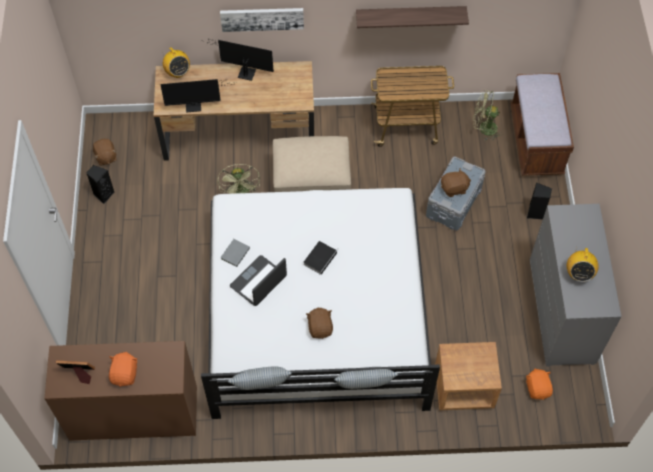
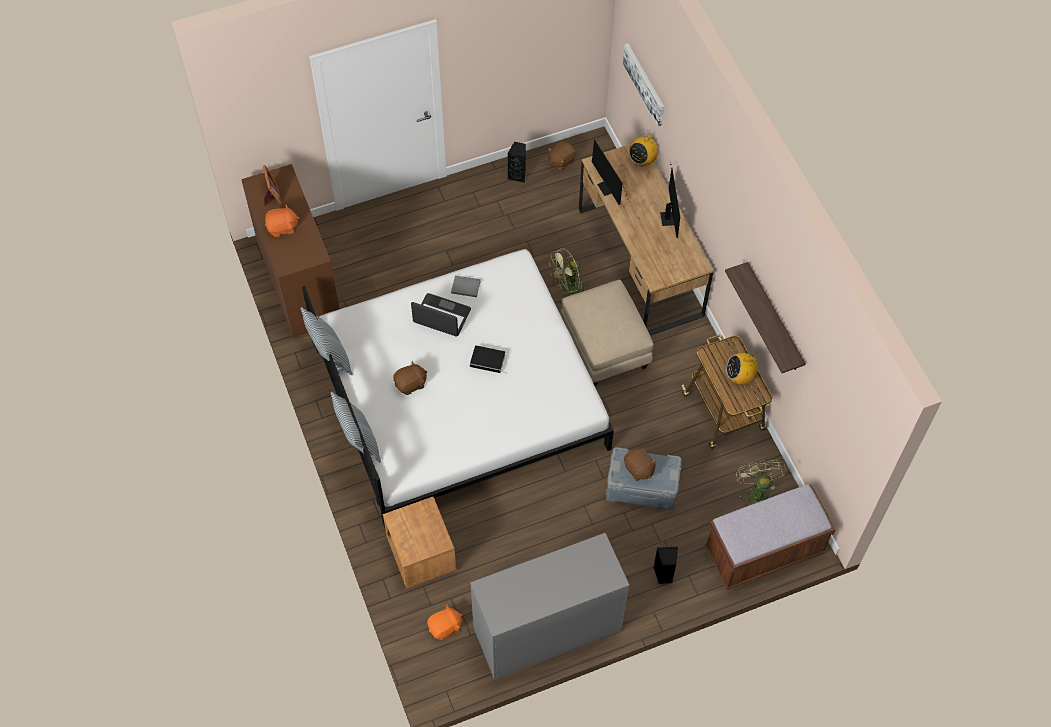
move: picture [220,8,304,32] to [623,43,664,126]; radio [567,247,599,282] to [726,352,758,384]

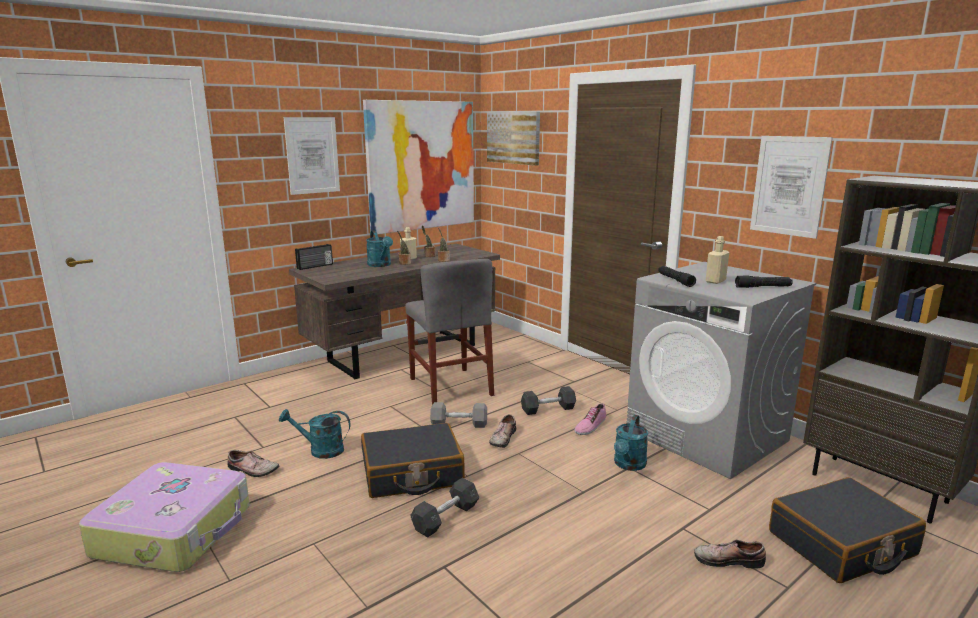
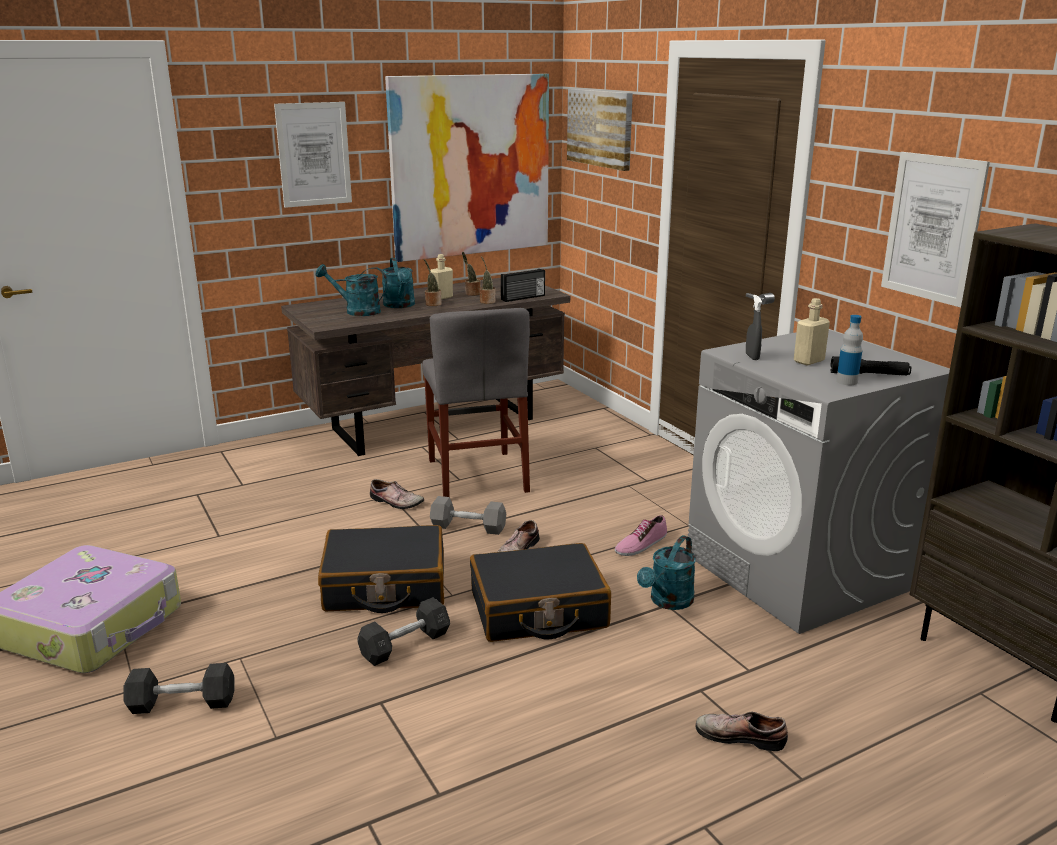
insert: bottle [836,315,863,385]
move: shoe [228,450,279,477] to [370,479,424,509]; turquoise_watering_can [279,409,350,459] to [315,264,387,316]; radio [295,244,333,270] to [501,269,545,302]; grey_dumbbell [521,386,576,415] to [124,663,235,714]; black_suitcase [769,477,926,583] to [470,543,611,642]
replace: black_flashlight [658,266,696,287] to grey_spray_bottle [746,295,762,360]

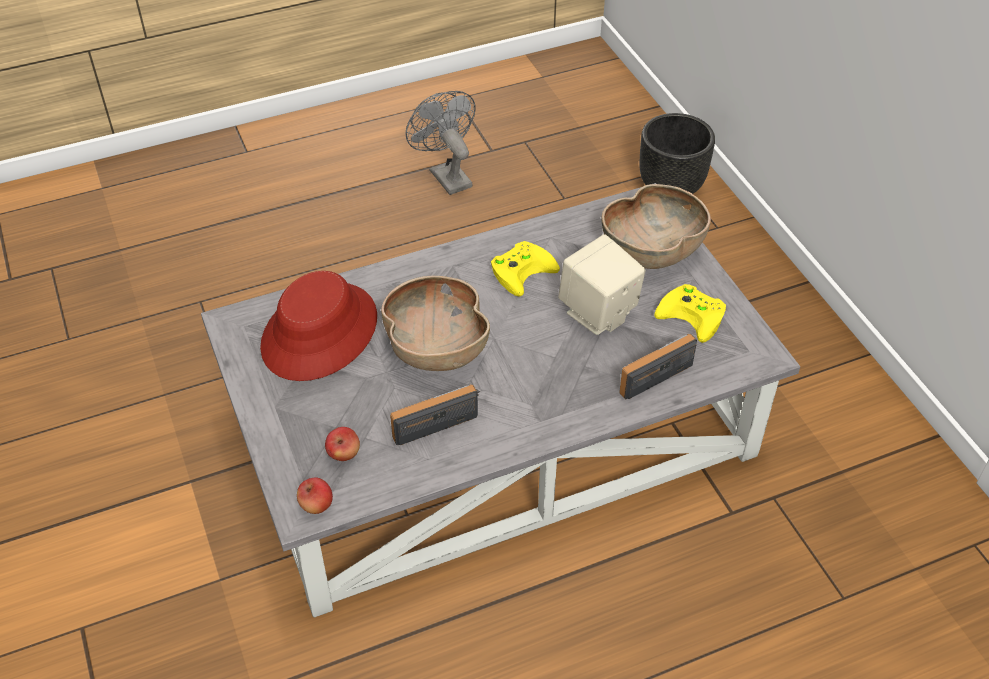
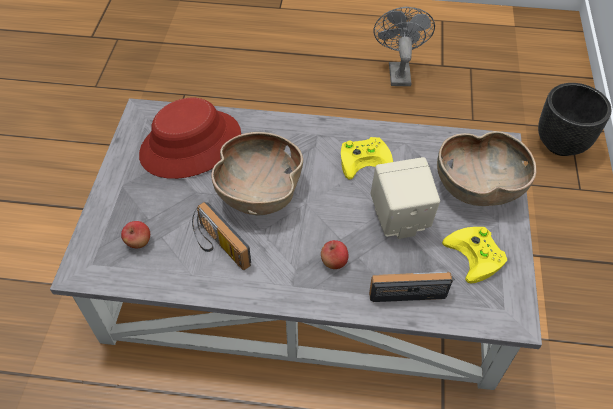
move: apple [297,477,333,514] to [321,240,349,269]
rotate: radio [390,384,480,445] = [192,202,251,270] 135 degrees counterclockwise

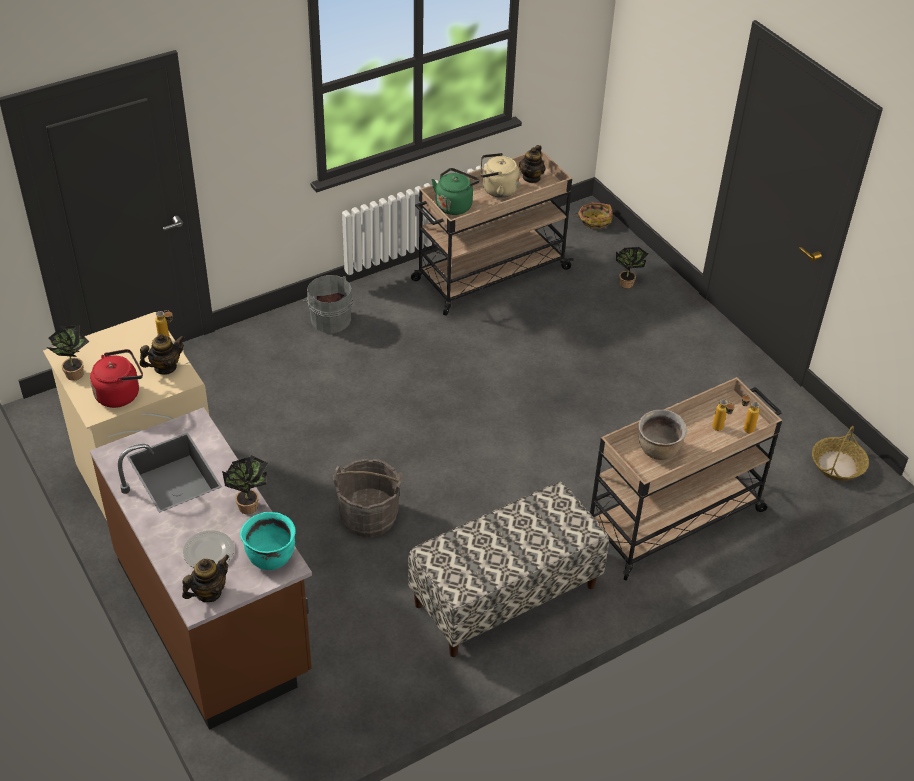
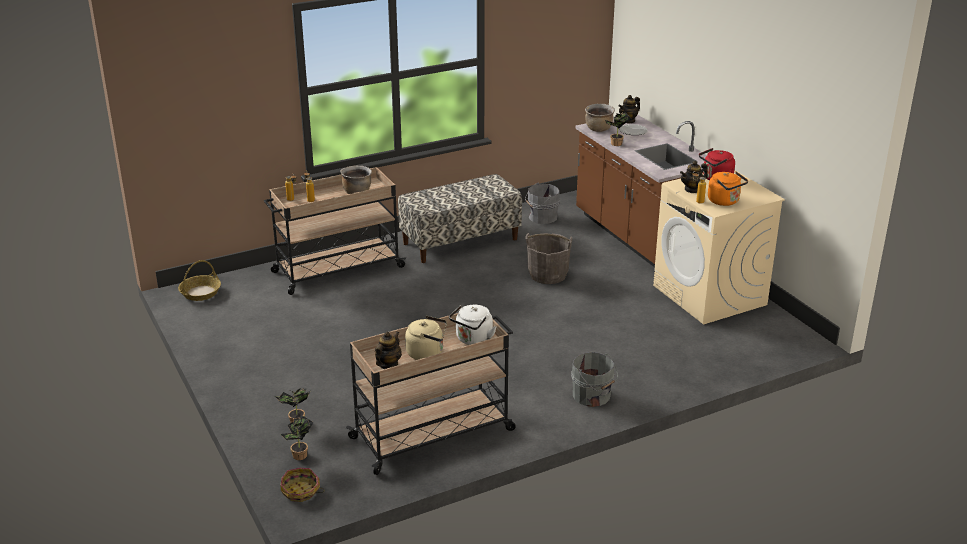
insert: grey_bucket [525,183,560,224]; orange_kettle [708,172,748,206]
move: potted_plant [47,326,89,381] to [281,416,314,460]
recolor: turquoise_cooking_pot [240,512,296,570] to brown_cooking_pot [585,104,615,132]; green_kettle [432,168,480,215] to white_kettle [449,305,496,345]

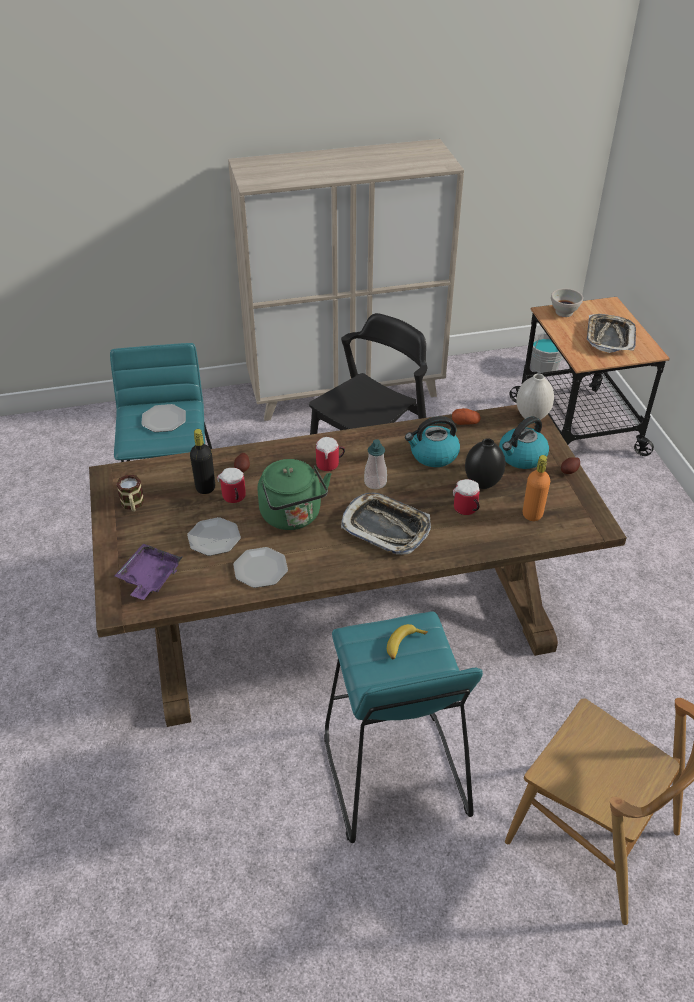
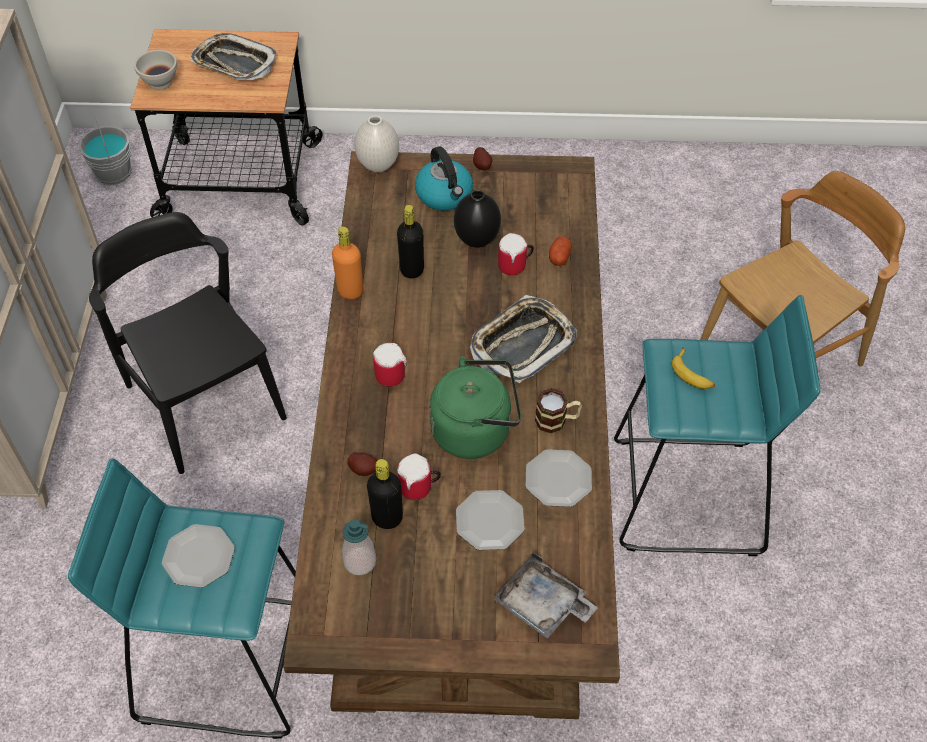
move: mug [116,475,144,512] to [535,388,582,433]; soap_dispenser [364,439,387,489] to [342,519,376,575]; potato [452,408,481,425] to [549,236,572,266]; orange_bottle [523,455,550,521] to [332,226,363,299]
replace: kettle [405,416,460,467] to black_bottle [397,205,424,279]
recolor: purple_tray [115,544,183,600] to grey_tray [493,552,598,639]

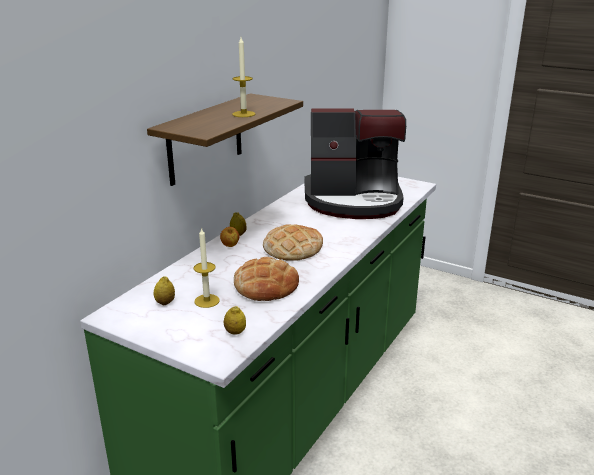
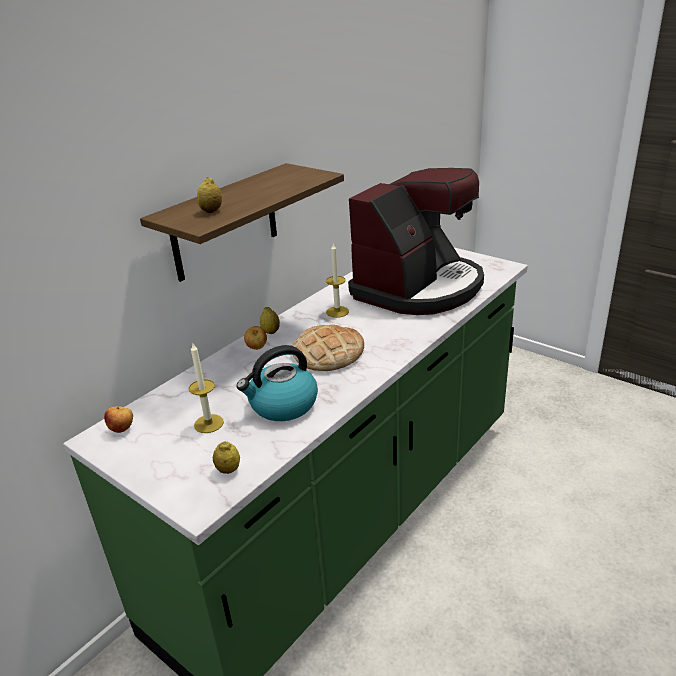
insert: apple [104,406,133,433]
move: lemon [154,276,175,305] to [197,177,222,213]; candle [232,37,255,117] to [326,244,349,318]
replace: bread [234,257,299,301] to kettle [237,345,318,421]
rotate: coffee_machine [304,109,406,219] = [348,168,484,315] 60 degrees counterclockwise

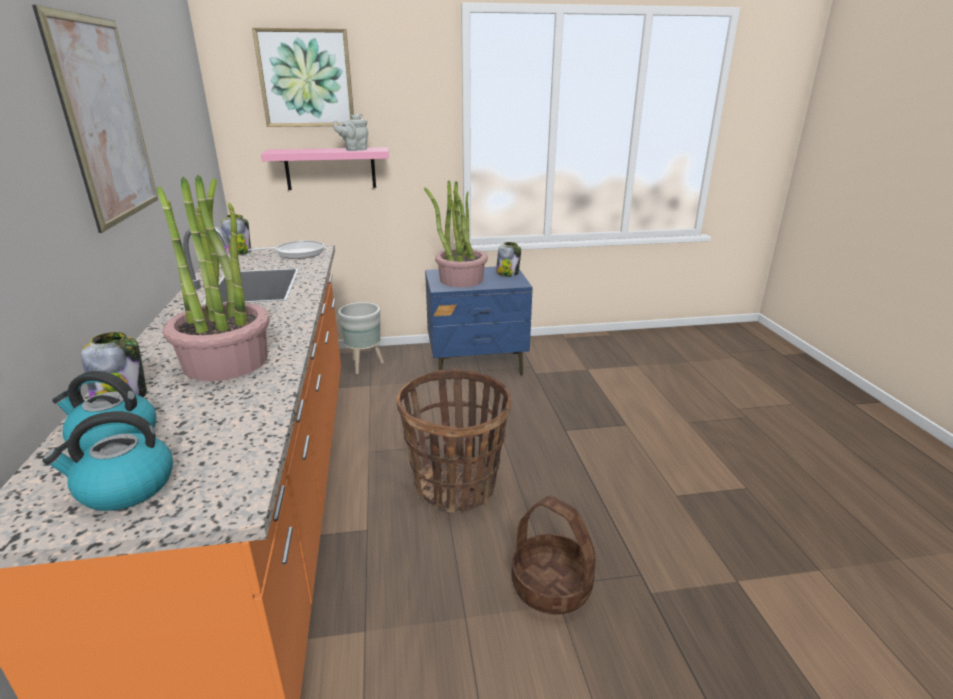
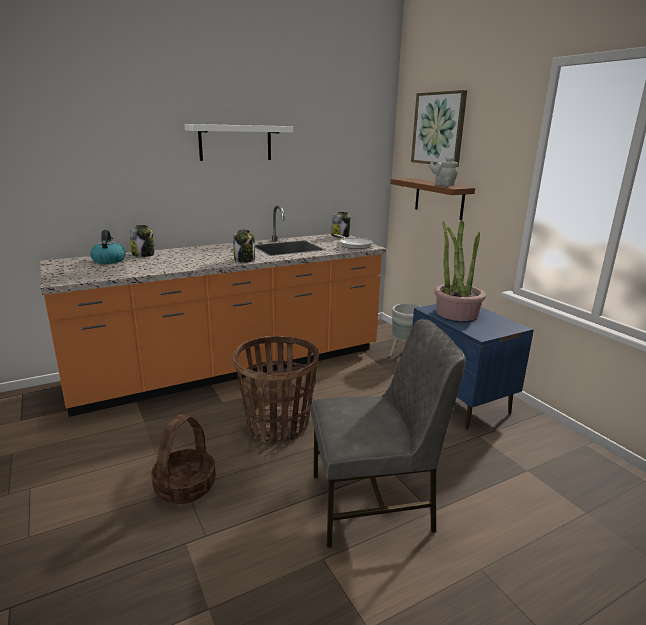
delete: kettle [42,411,173,511]; potted_plant [157,175,270,381]
insert: grey_chair [311,319,466,548]
move: jar [496,242,521,276] to [233,229,255,263]
replace: picture [32,5,158,233] to white_shelf [184,124,293,161]
recolor: pink_shelf [261,147,389,190] to brown_shelf [390,178,475,220]

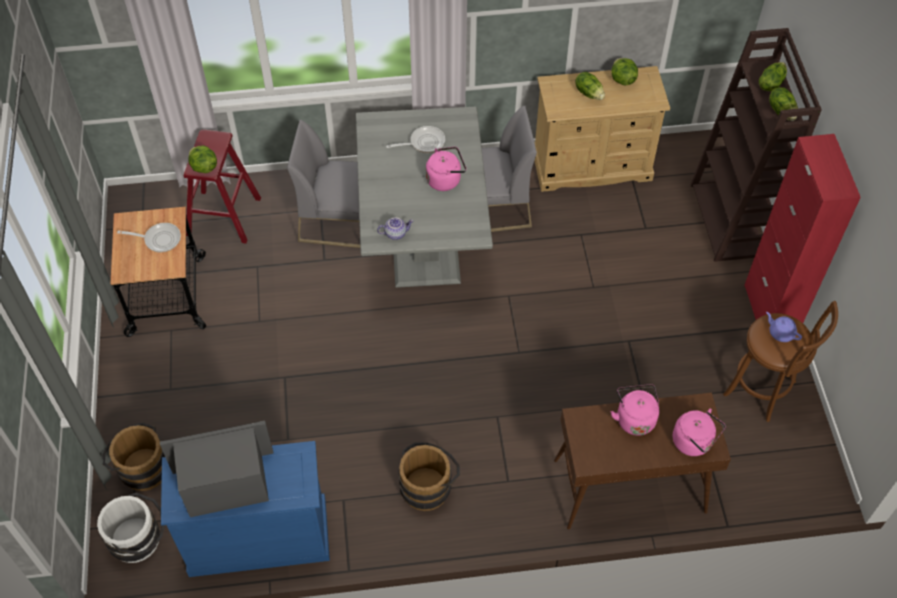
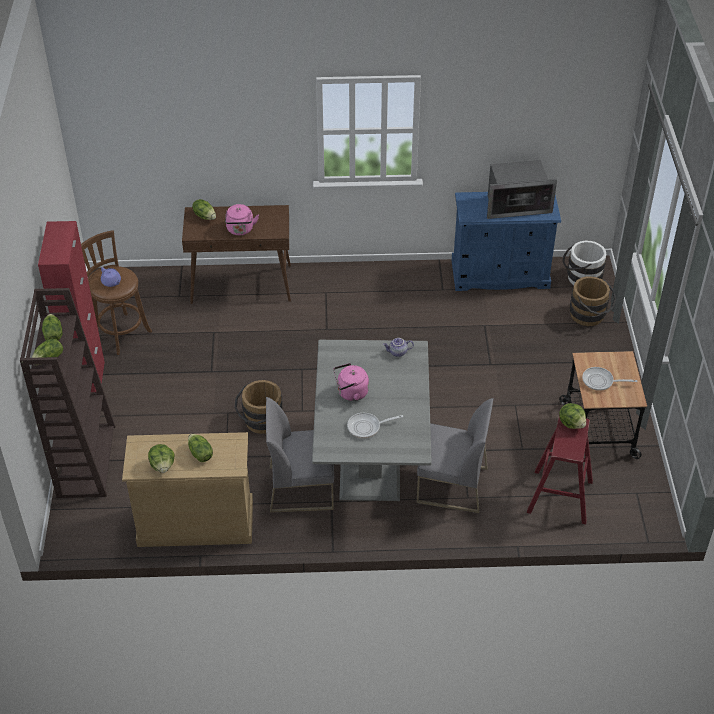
move: brown_bucket [398,442,460,511] to [234,380,283,434]
replace: pink_kettle [673,408,726,456] to lettuce [192,199,216,220]

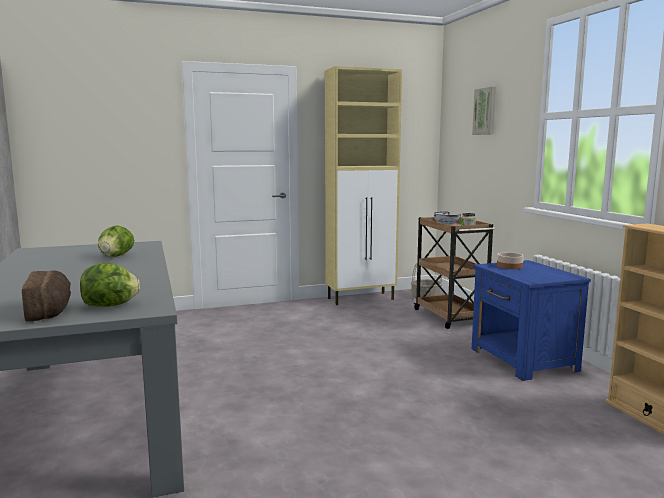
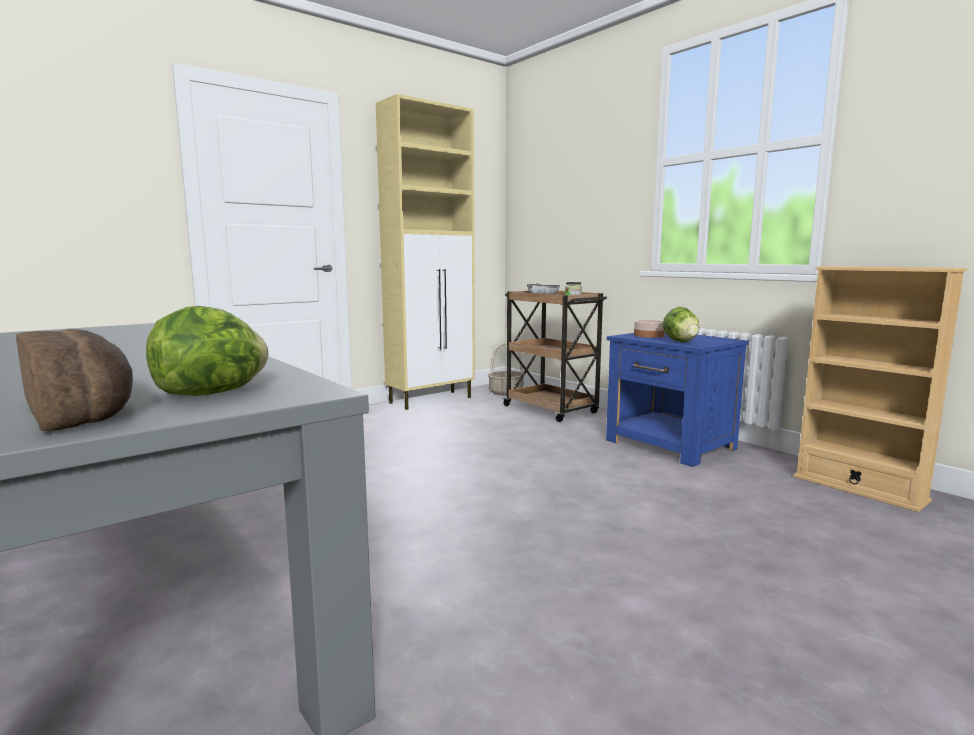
delete: picture [472,87,496,135]
move: lettuce [98,225,134,257] to [663,307,699,342]

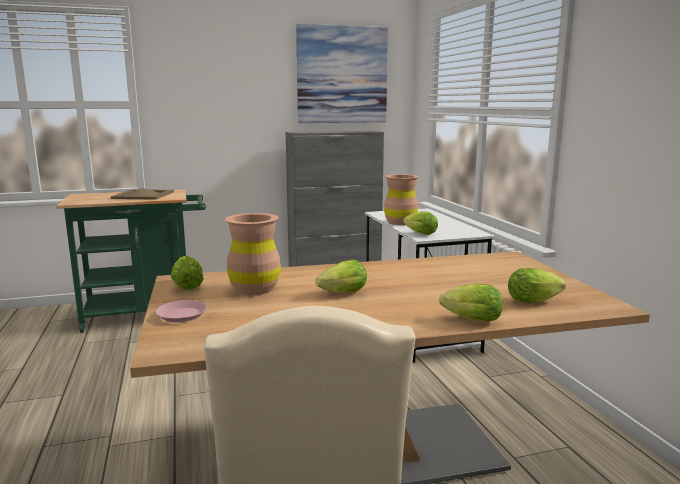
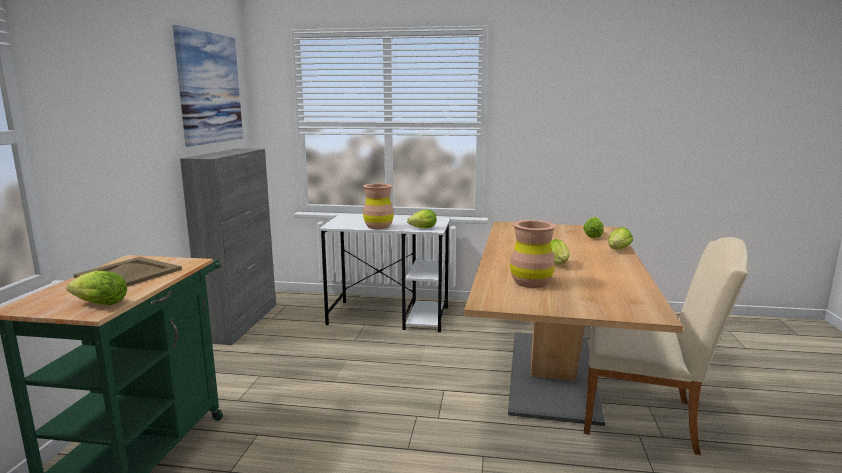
delete: pink_plate [155,300,207,322]
move: lettuce [171,256,204,290] to [66,271,127,305]

